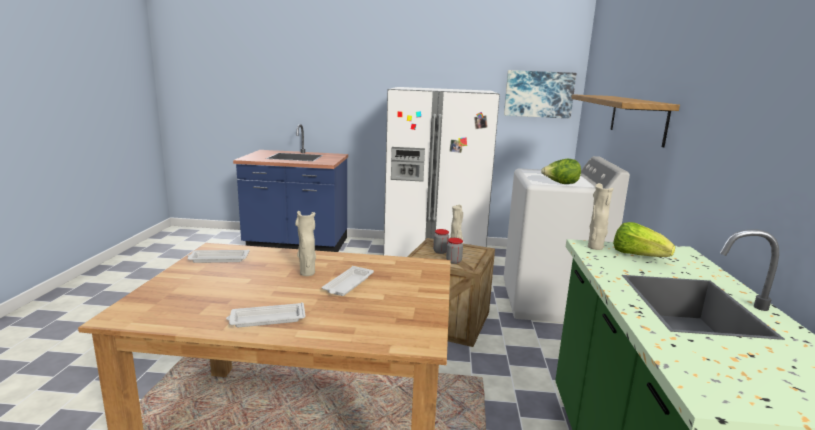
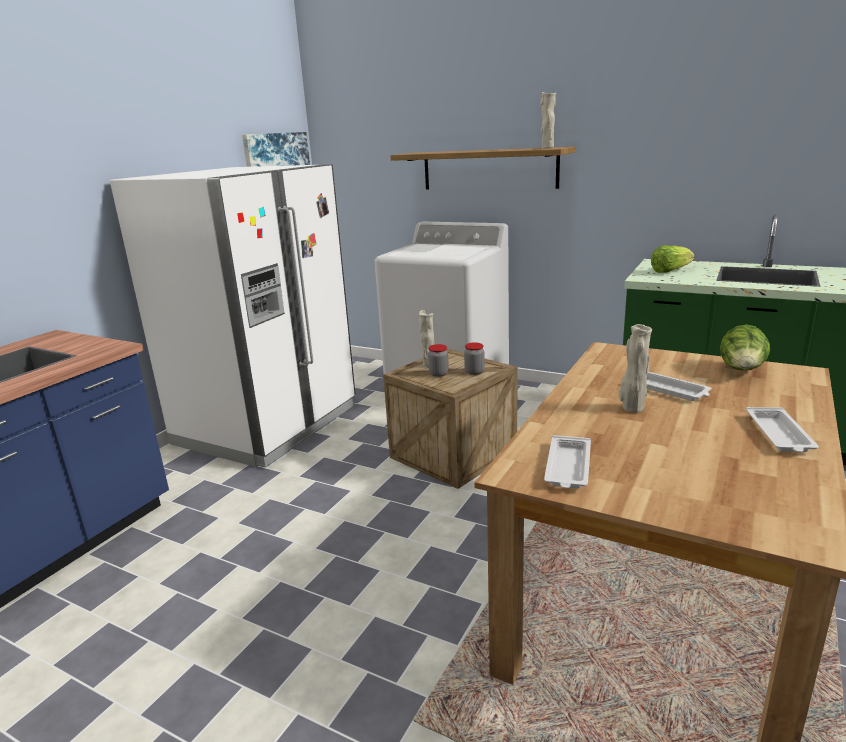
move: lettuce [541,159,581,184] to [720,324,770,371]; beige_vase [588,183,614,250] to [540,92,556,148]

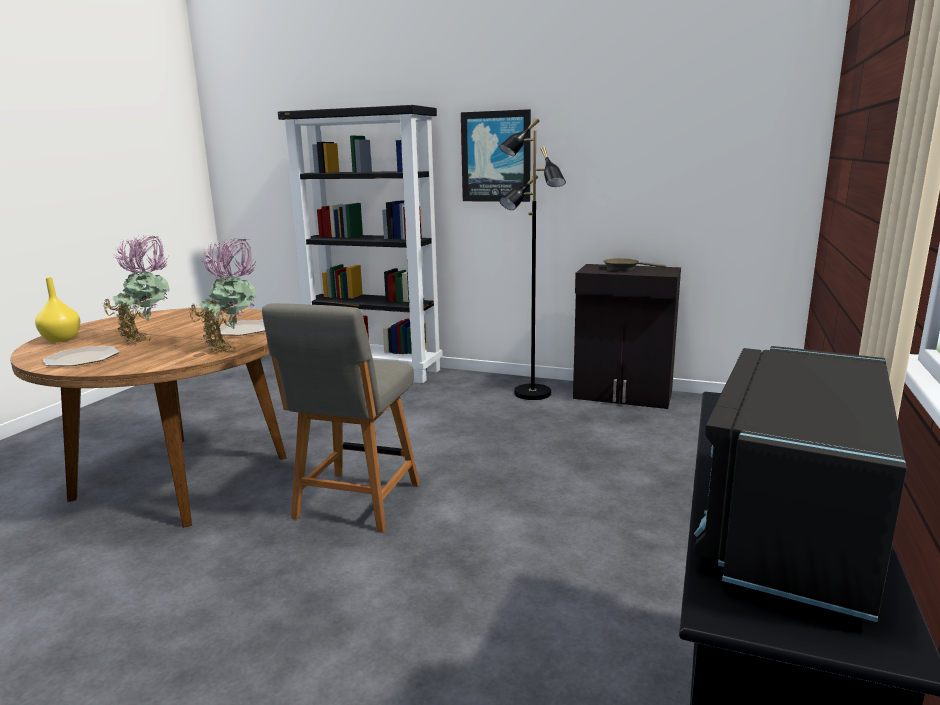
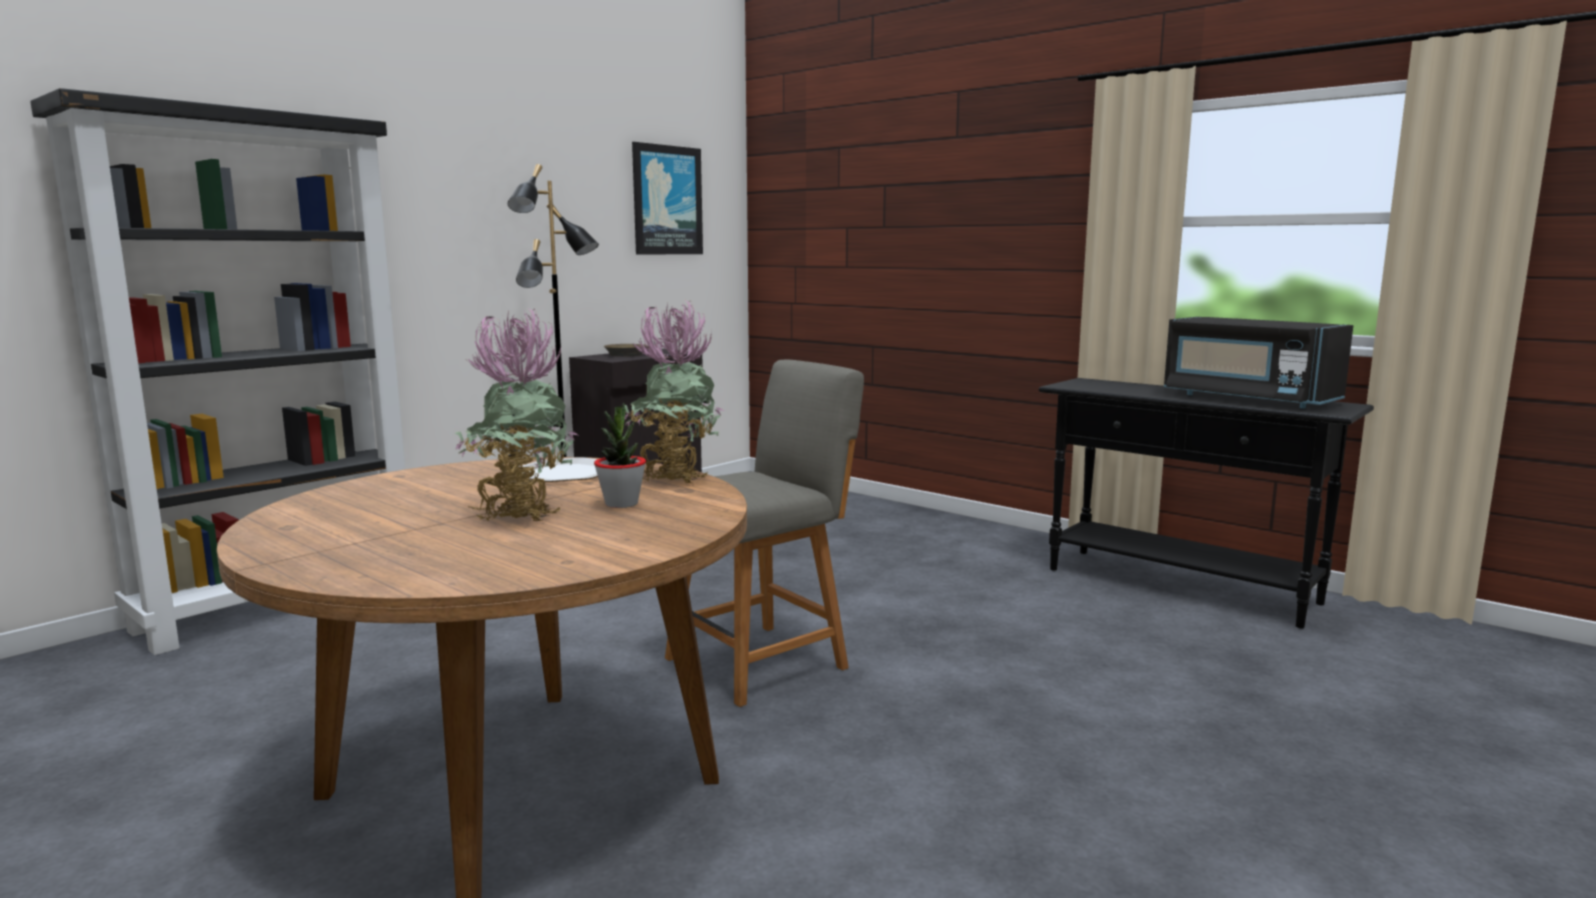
delete: yellow_vase [35,278,81,342]; plate [43,346,119,366]
insert: potted_plant [594,403,646,508]
move: picture [461,109,531,202] to [632,142,703,255]
rotate: grey_chair [262,303,420,533] = [665,359,864,707] 75 degrees counterclockwise

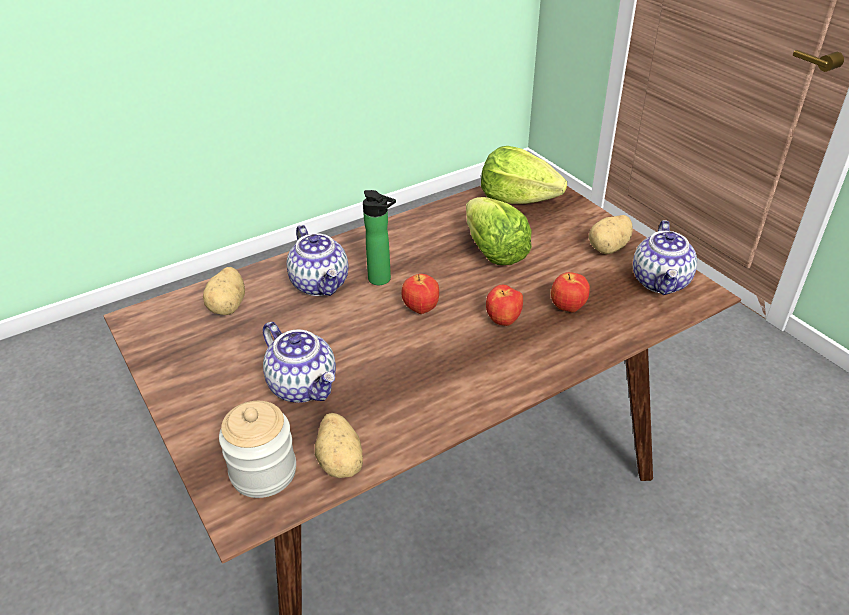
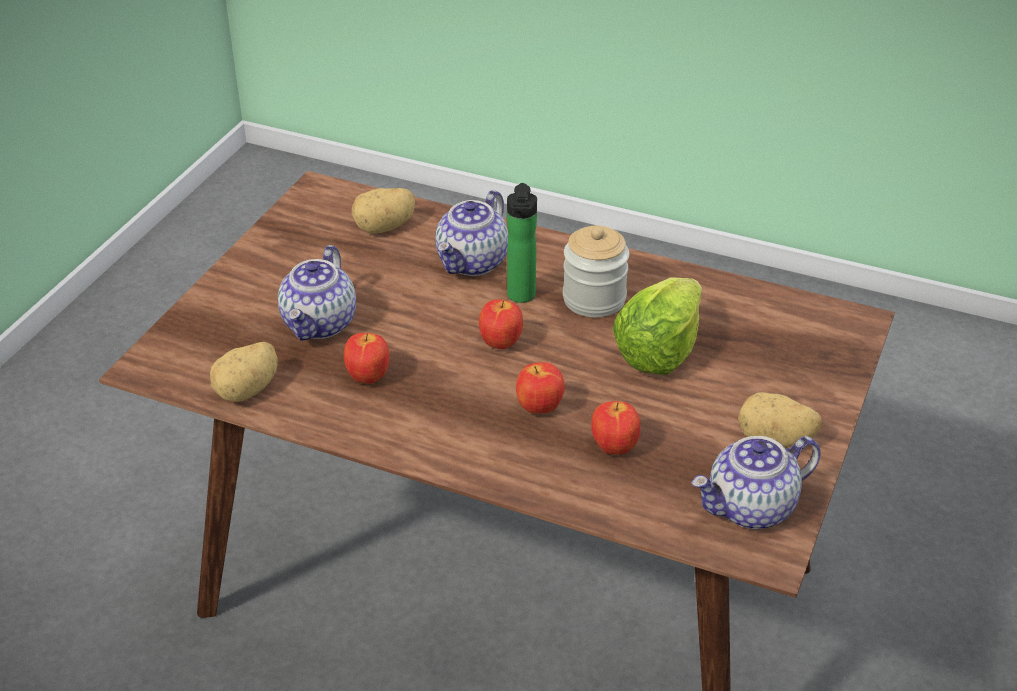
delete: lettuce [481,146,567,204]
insert: apple [344,333,390,383]
move: jar [219,401,296,498] to [563,226,629,317]

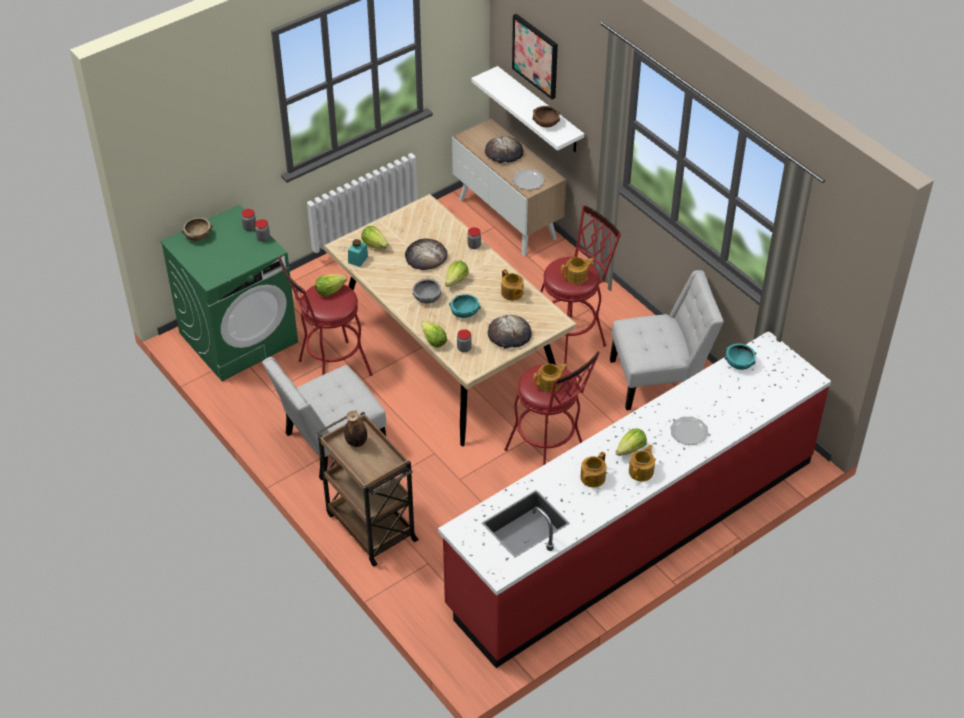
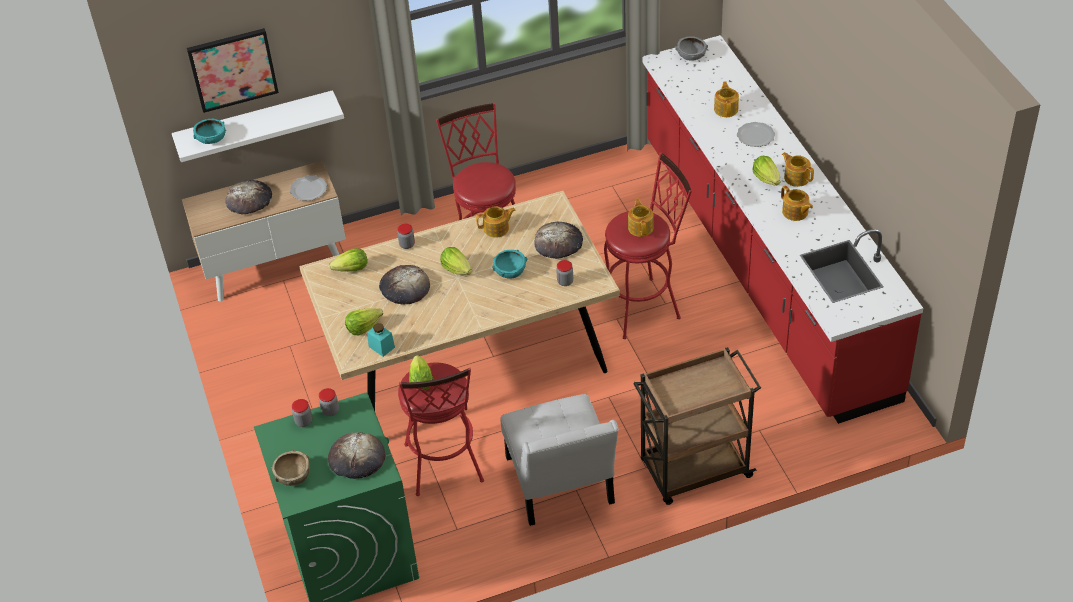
delete: bottle [344,411,367,447]; brown_bowl [532,106,560,128]; white_chair [610,270,724,410]
insert: bread [328,432,385,479]
move: grey_bowl [412,279,441,304] to [675,36,708,61]; lettuce [421,321,447,348] to [329,248,368,272]; teapot [561,257,594,284] to [714,81,739,117]; turquoise_bowl [725,343,757,370] to [193,118,226,144]

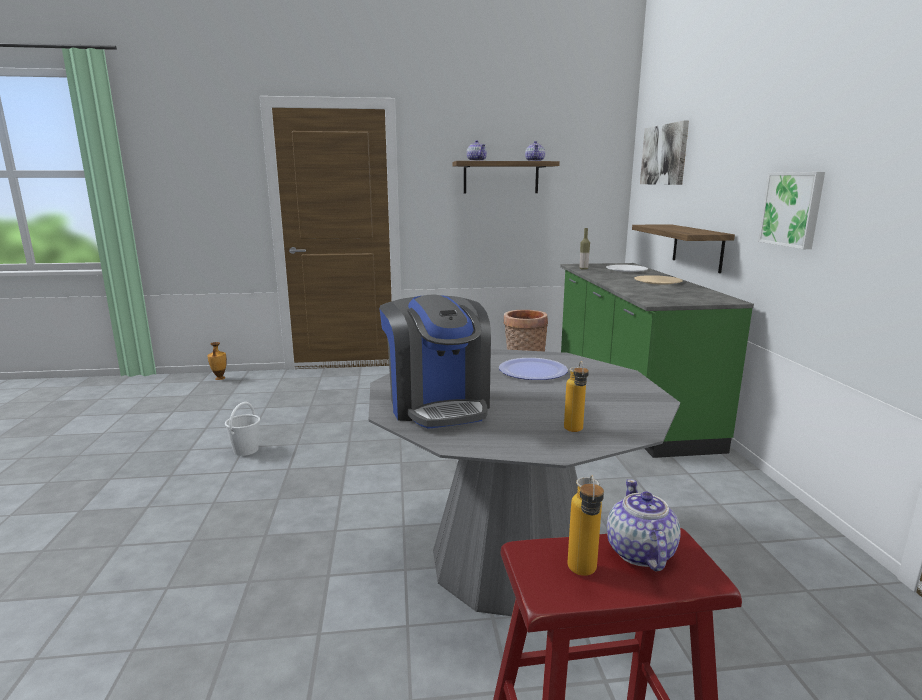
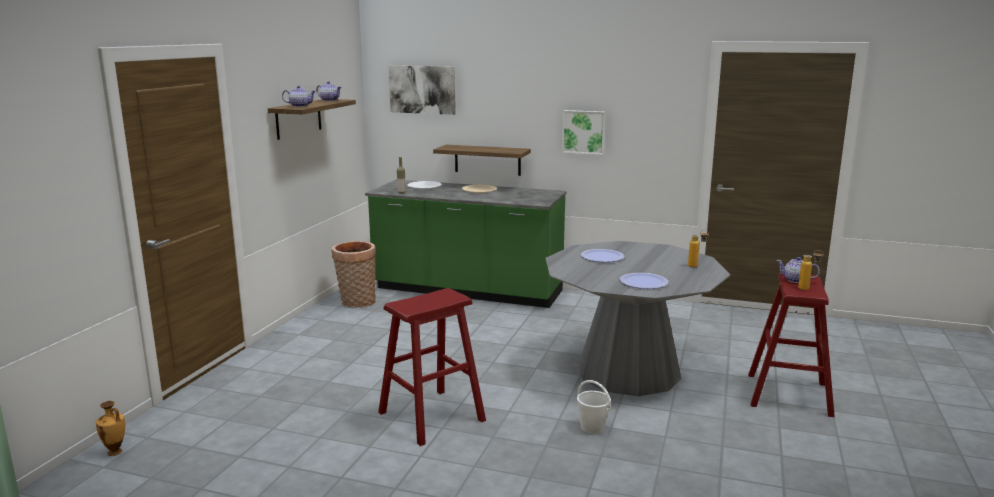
insert: red_stool [378,288,486,446]
move: white_bucket [225,402,260,456] to [577,380,611,434]
replace: coffee_machine [379,295,491,429] to plate [620,273,669,289]

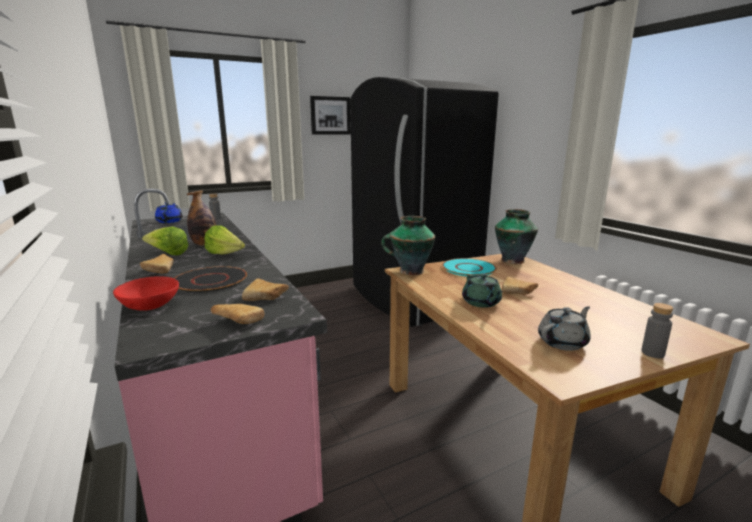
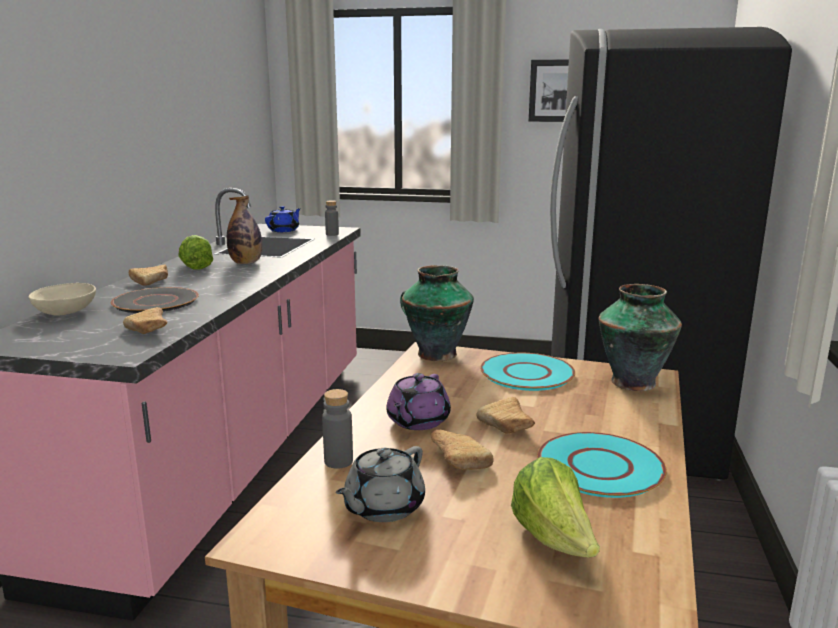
insert: turquoise_plate [537,432,667,498]
move: lettuce [204,225,245,255] to [511,457,600,557]; bread [210,304,264,324] to [431,430,494,470]; grey_bottle [641,303,673,358] to [322,389,353,469]
recolor: red_bowl [113,276,179,311] to beige_bowl [28,283,96,316]; green_teapot [462,273,503,308] to purple_teapot [386,373,451,430]
rotate: grey_teapot [538,306,591,351] = [336,446,425,522] 120 degrees clockwise

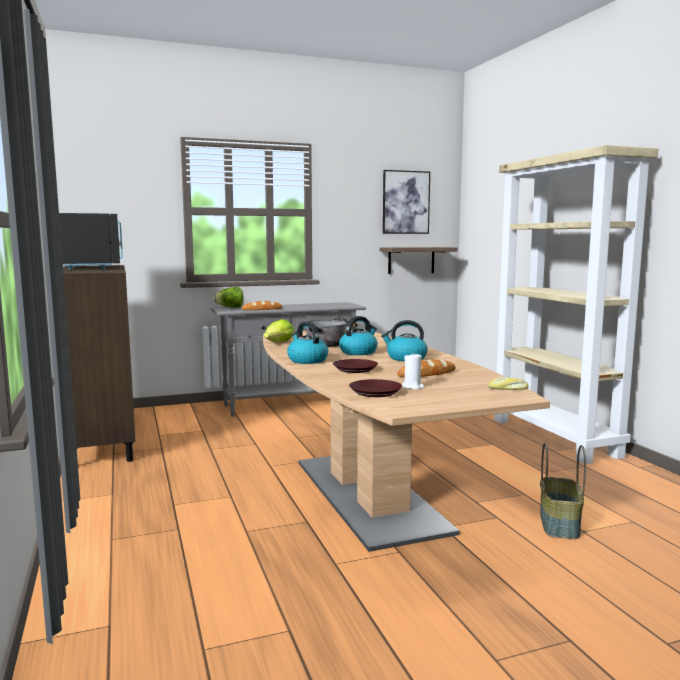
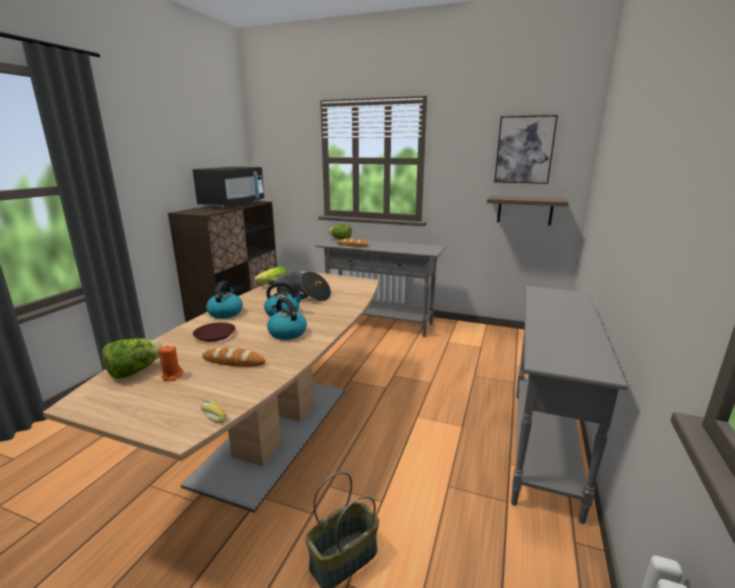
replace: brown_plate [349,379,402,397] to lettuce [102,338,162,379]; beige_bookcase [494,145,658,464] to grey_console_table [511,286,628,524]
recolor: white_candle [402,352,424,389] to orange_candle [158,345,183,381]

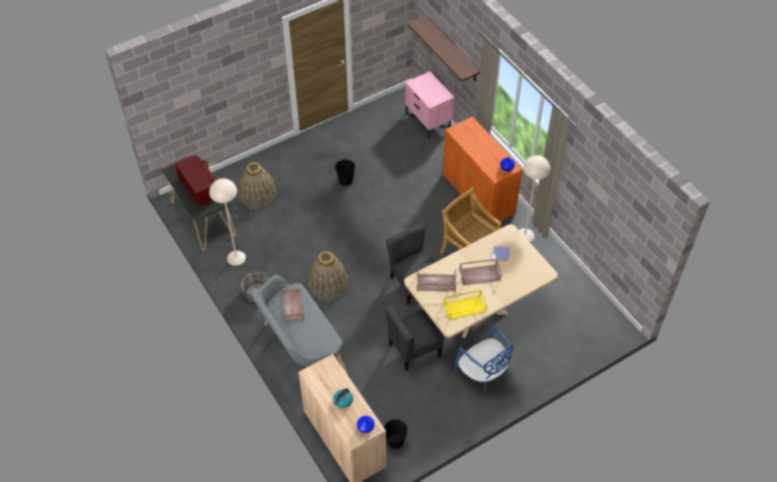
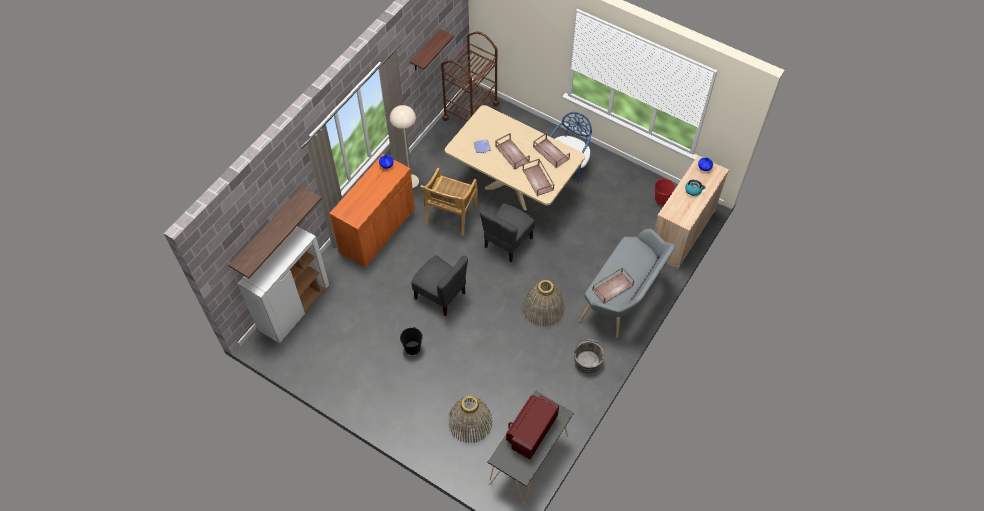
delete: beige_floor_lamp [209,178,246,266]
insert: shelf [410,29,454,71]; brown_cart [441,32,499,121]
move: grey_chair [385,305,444,371] to [411,255,468,316]
replace: pink_nightstand [405,71,455,139] to white_cabinet [238,227,329,344]
recolor: black_bucket [384,419,408,449] to red_bucket [655,178,675,205]; yellow_tray [443,289,487,320] to brown_tray [533,132,570,168]

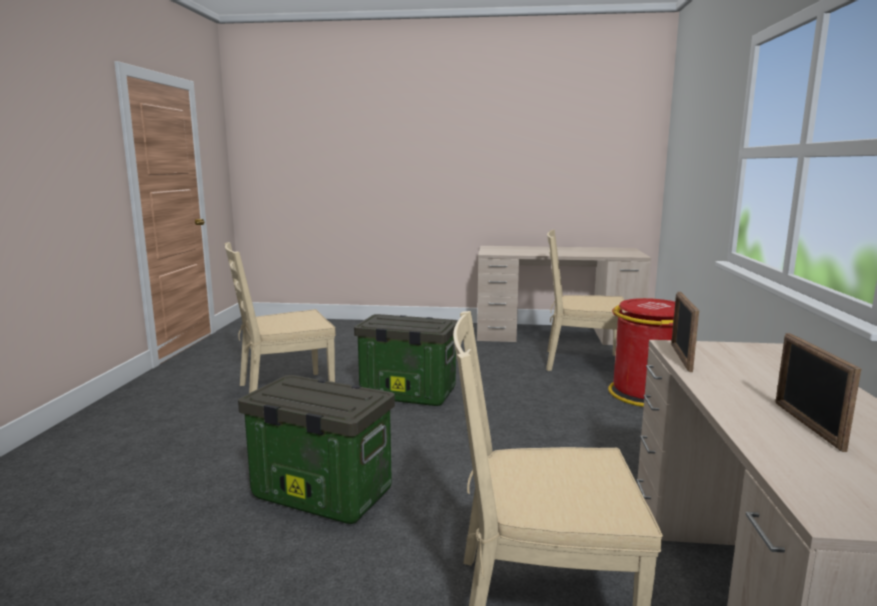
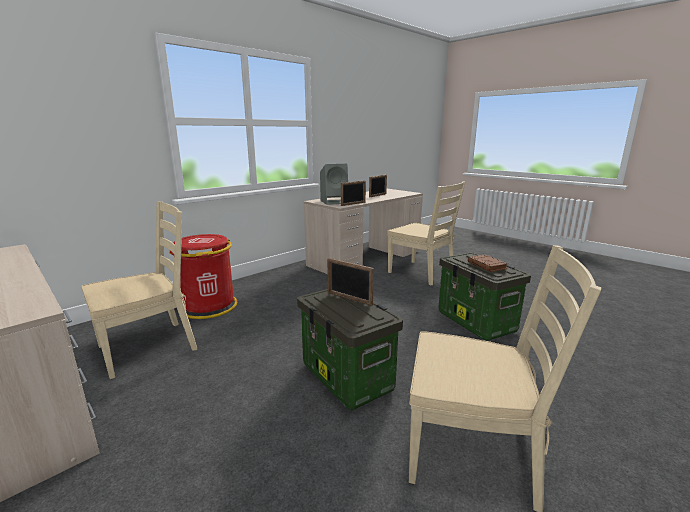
insert: grey_speaker [320,164,348,205]; picture_frame [327,258,374,306]; brown_book [468,254,508,272]
rotate: beige_chair [546,230,627,371] = [81,201,197,379] 90 degrees counterclockwise

